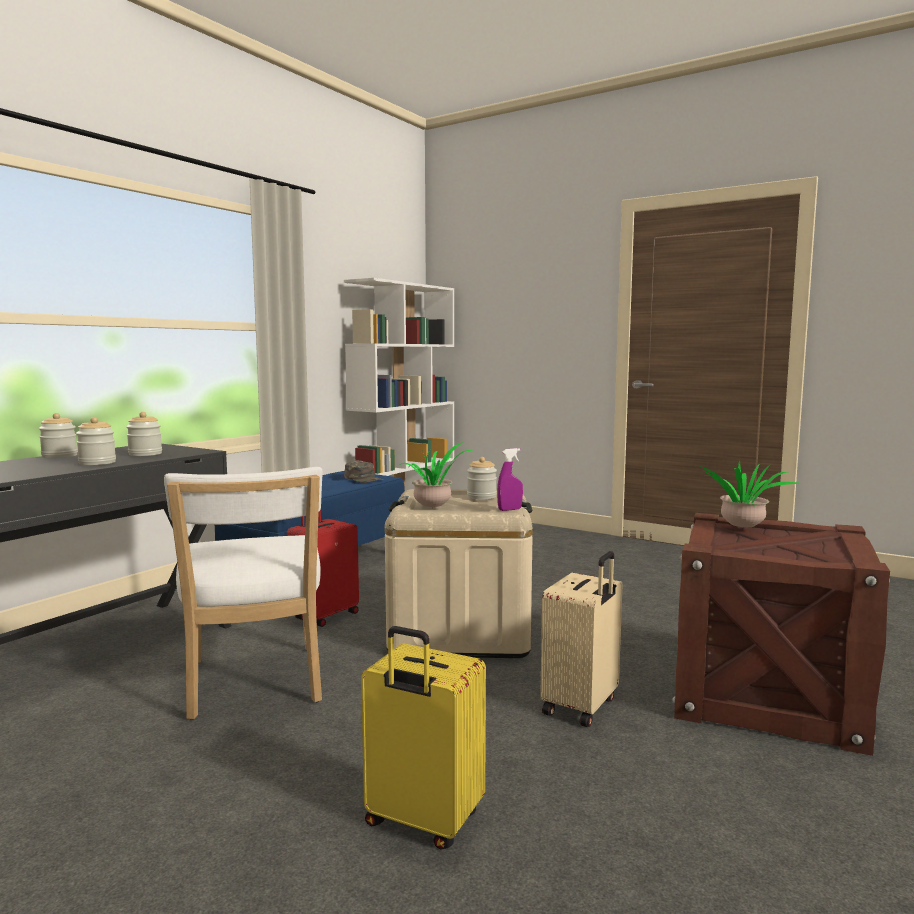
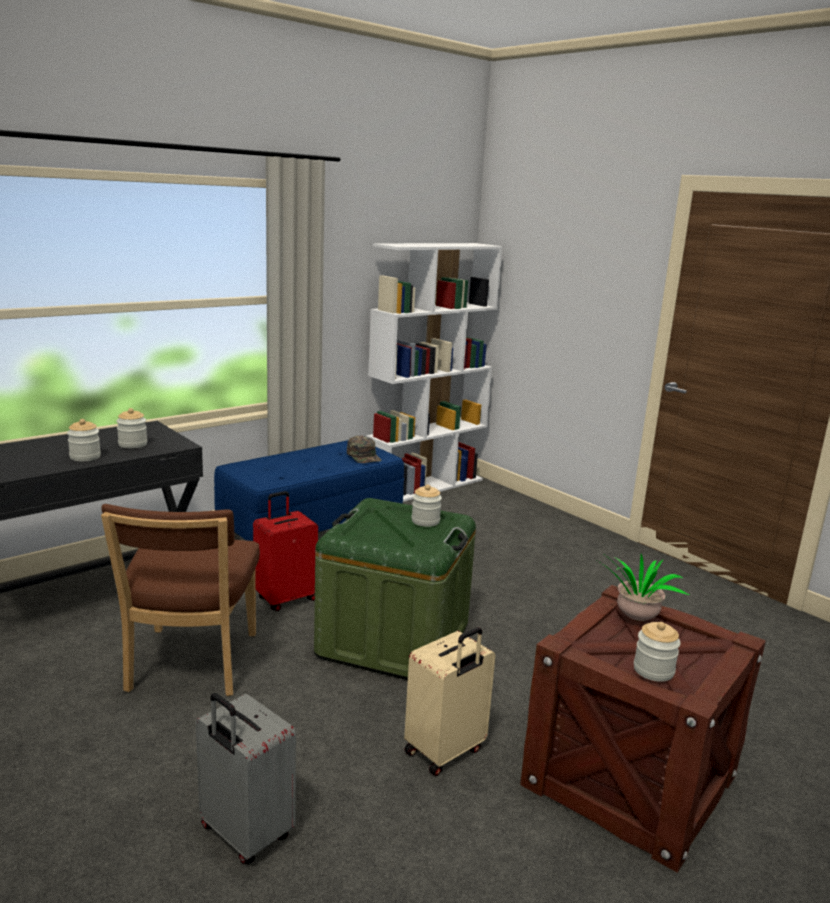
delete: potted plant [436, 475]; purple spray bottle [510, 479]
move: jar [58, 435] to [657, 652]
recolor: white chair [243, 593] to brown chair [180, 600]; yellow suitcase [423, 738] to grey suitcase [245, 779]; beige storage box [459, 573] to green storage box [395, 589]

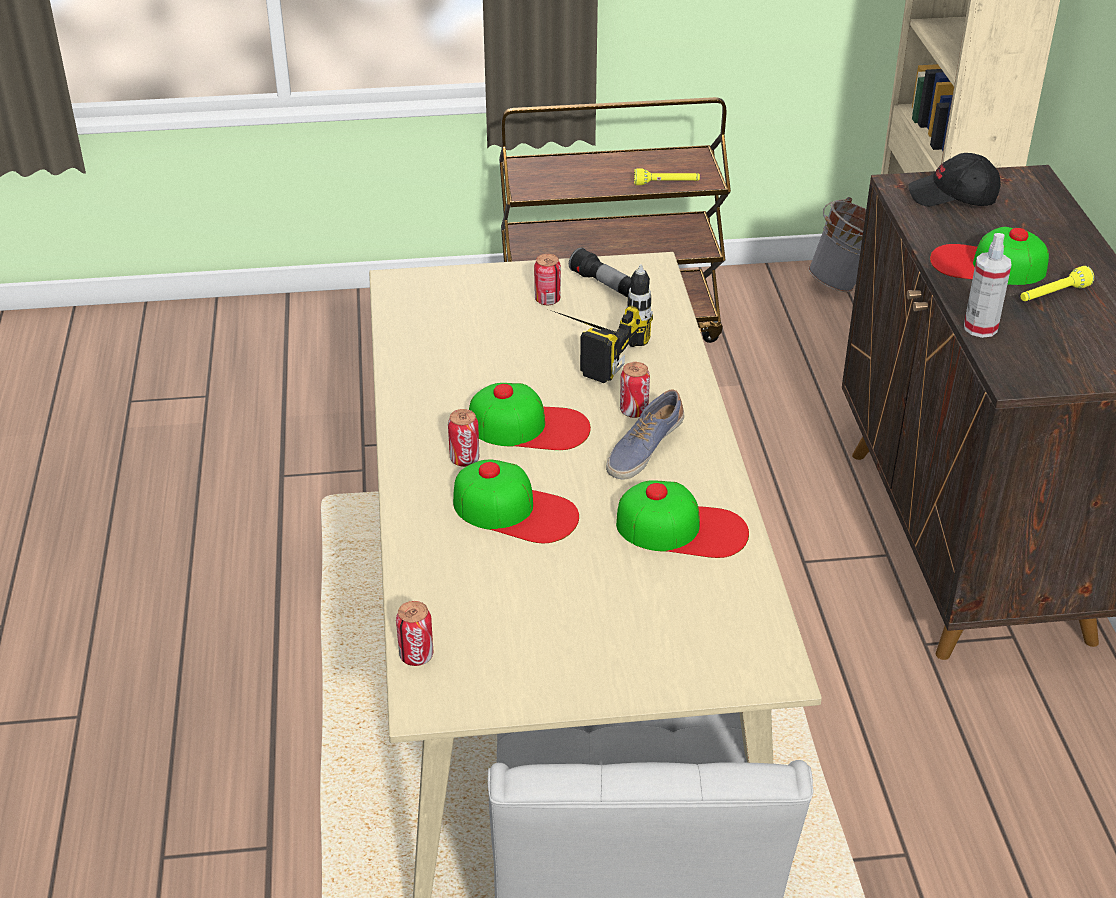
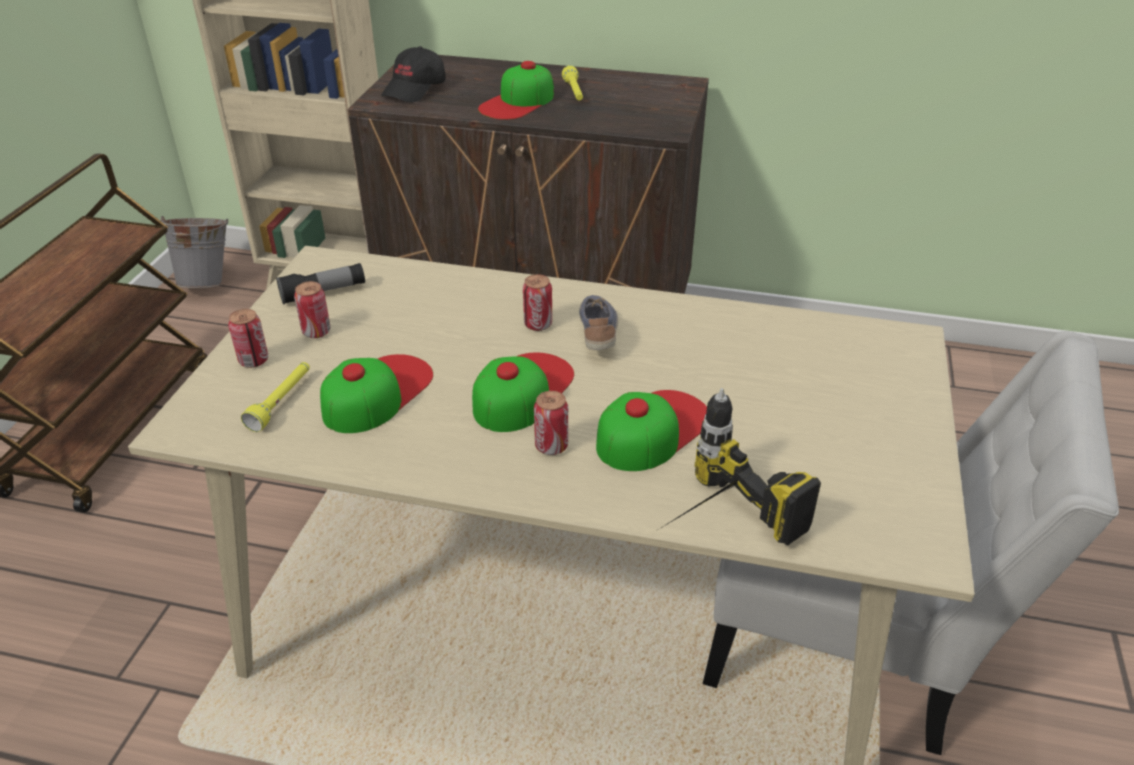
delete: spray bottle [988, 285]
move: can [414, 633] to [248, 338]; power drill [603, 323] to [741, 466]; cap [682, 519] to [376, 393]; yellow flashlight [667, 176] to [275, 397]
rotate: shoe [645, 434] = [598, 322] 150 degrees counterclockwise

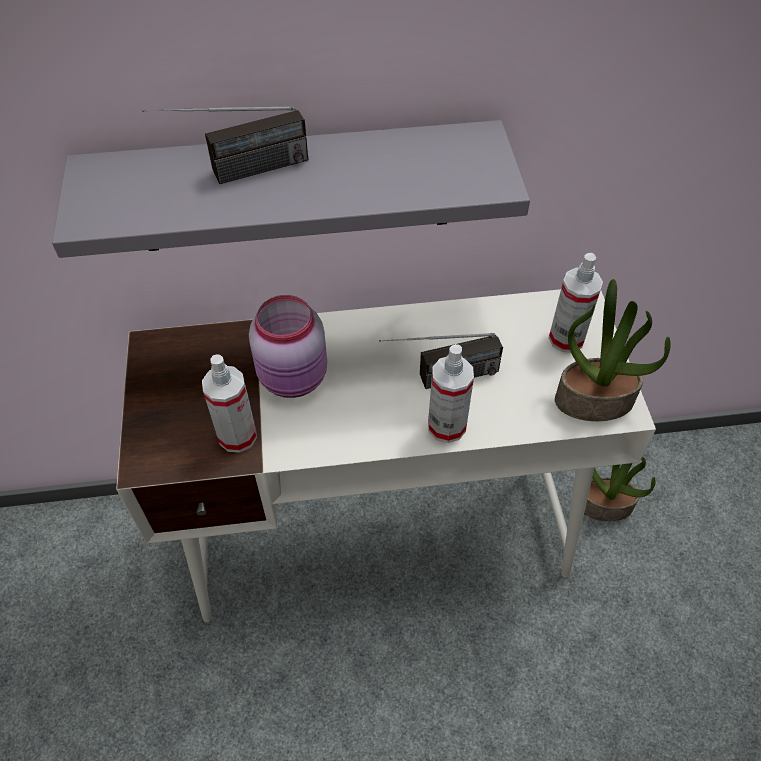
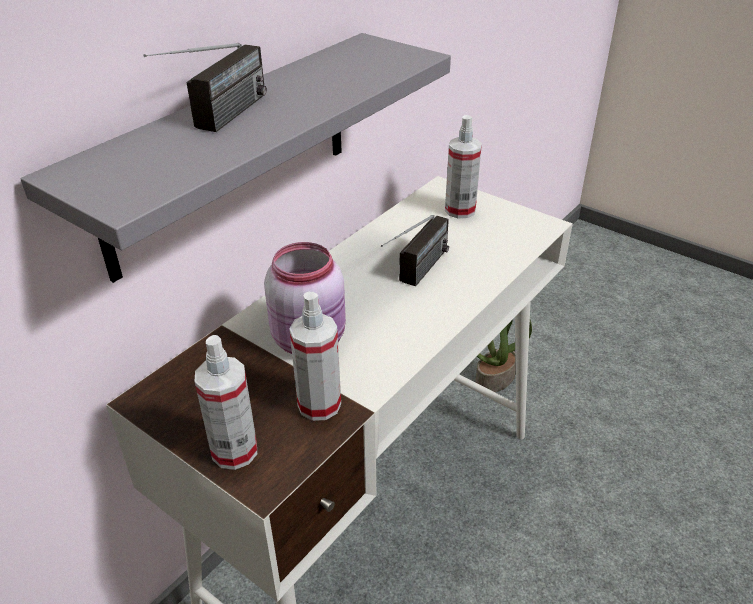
delete: potted plant [613, 350]
move: spray bottle [451, 393] to [226, 402]

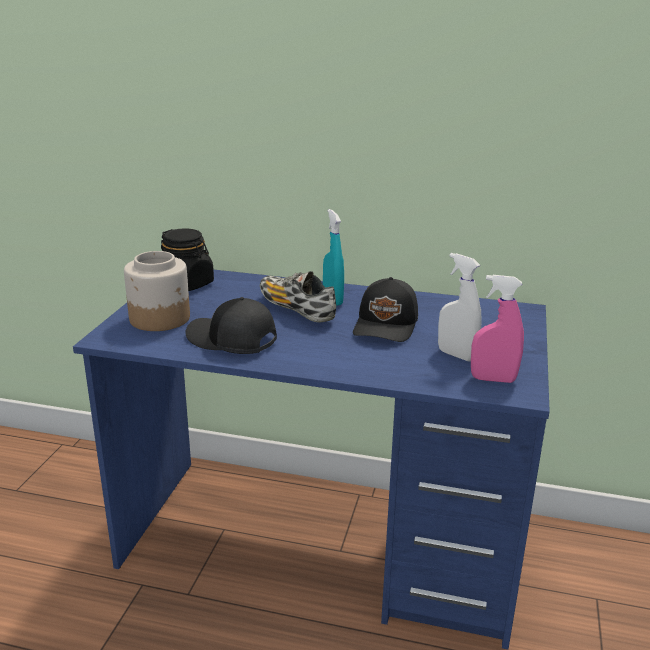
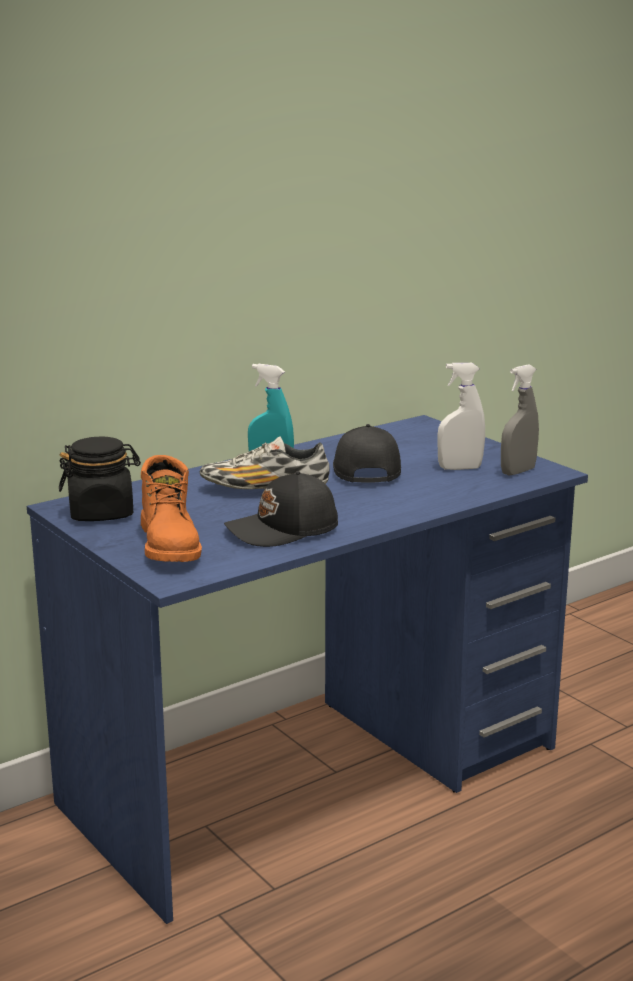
replace: jar [157, 291] to orange boot [171, 508]
recolor: pink spray bottle [497, 329] to grey spray bottle [520, 419]
rotate: black cap [385, 309] = [367, 453] 150 degrees counterclockwise

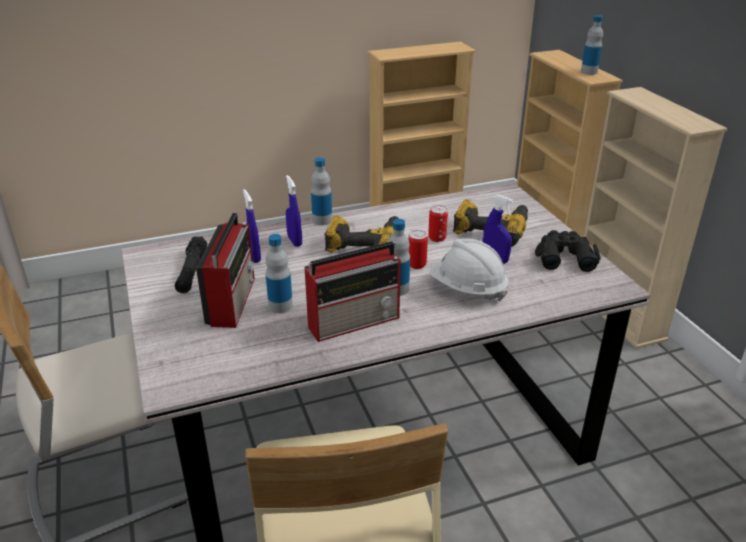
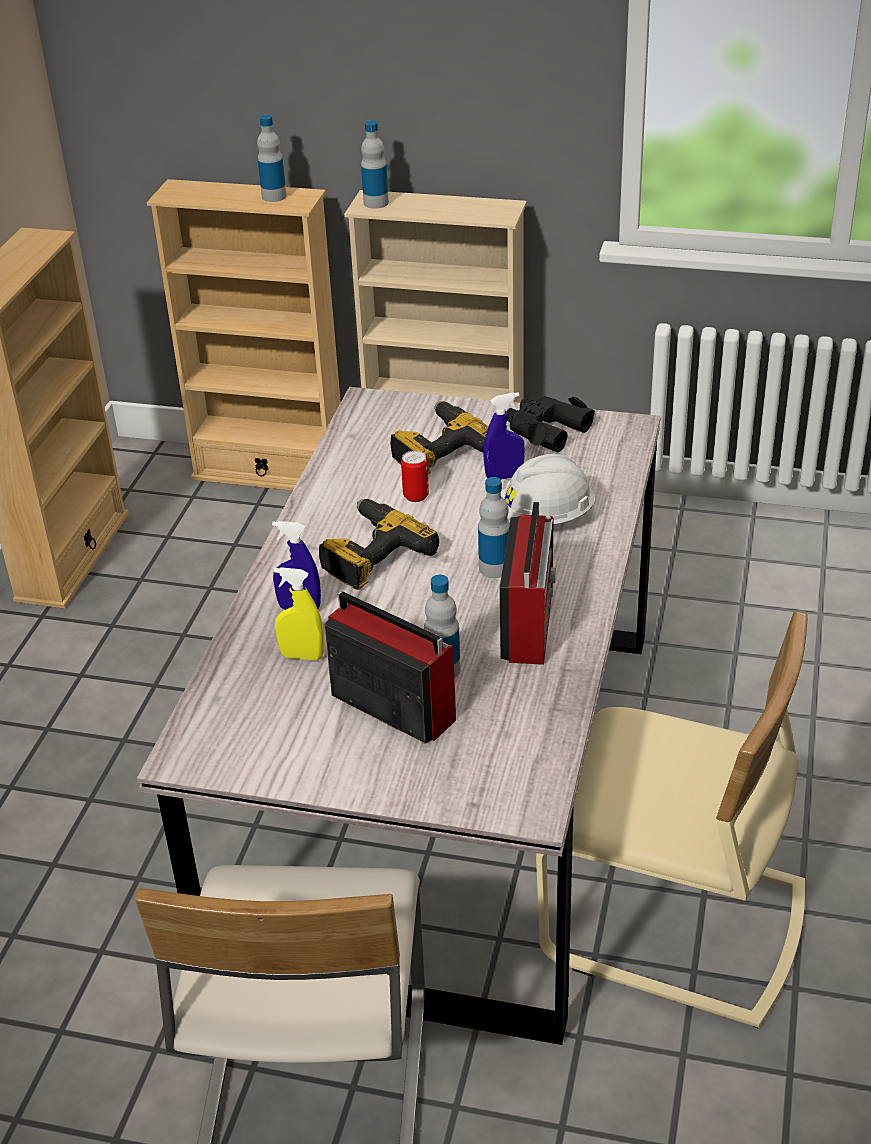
delete: black flashlight [191, 265]; can [418, 249]
move: bottle [321, 191] to [375, 164]
recolor: blue spray bottle [252, 226] to yellow spray bottle [299, 613]

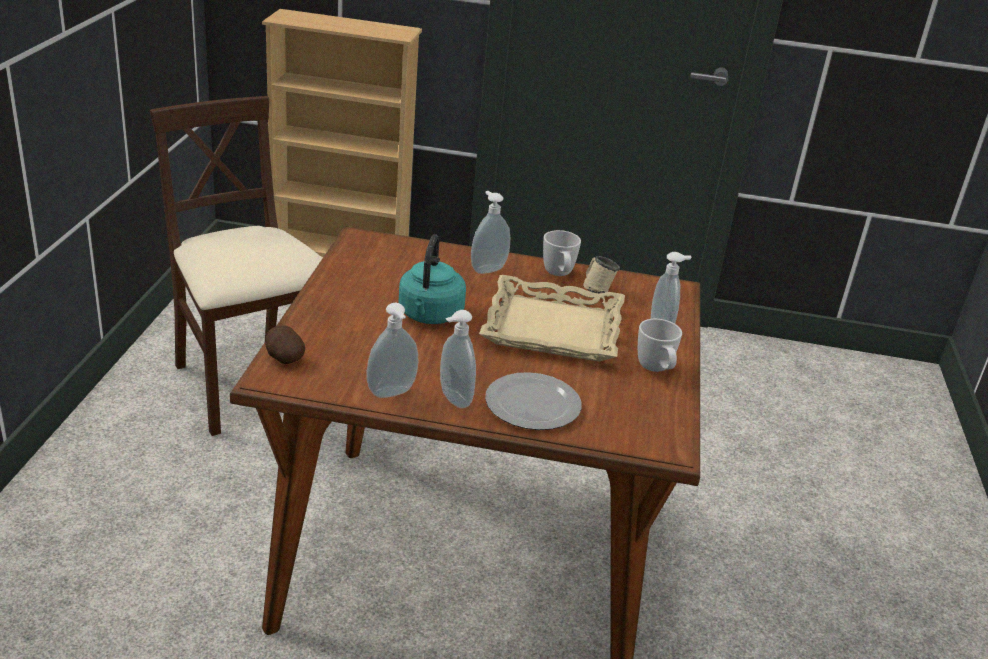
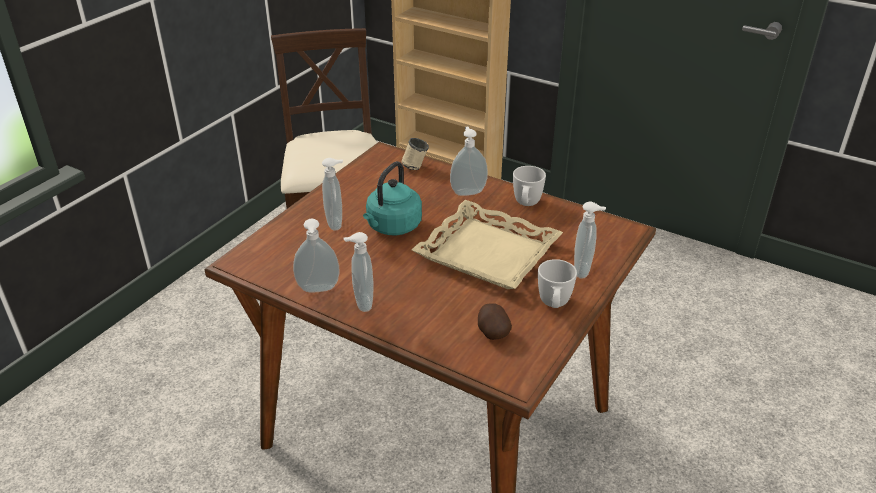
delete: plate [533, 401]
insert: soap dispenser [332, 194]
move: potato [285, 344] to [495, 321]; beige mug [601, 274] to [415, 154]

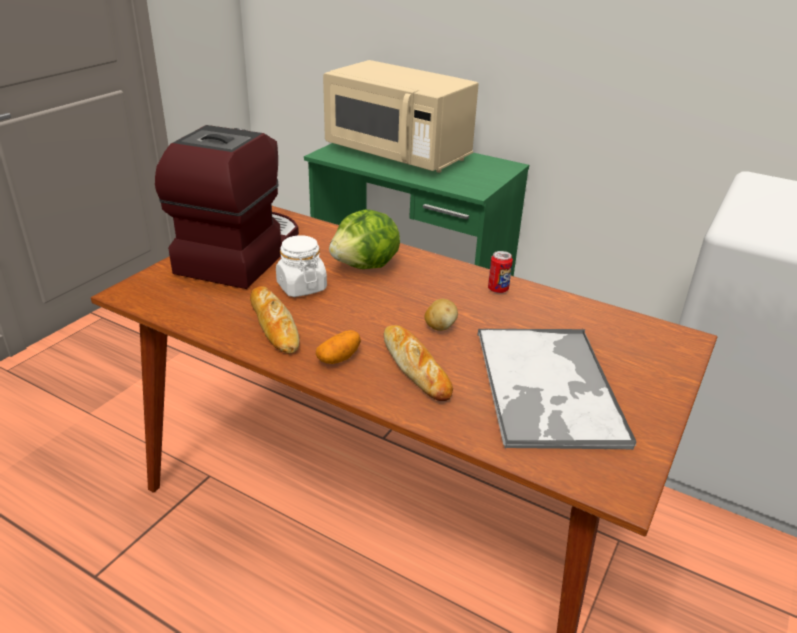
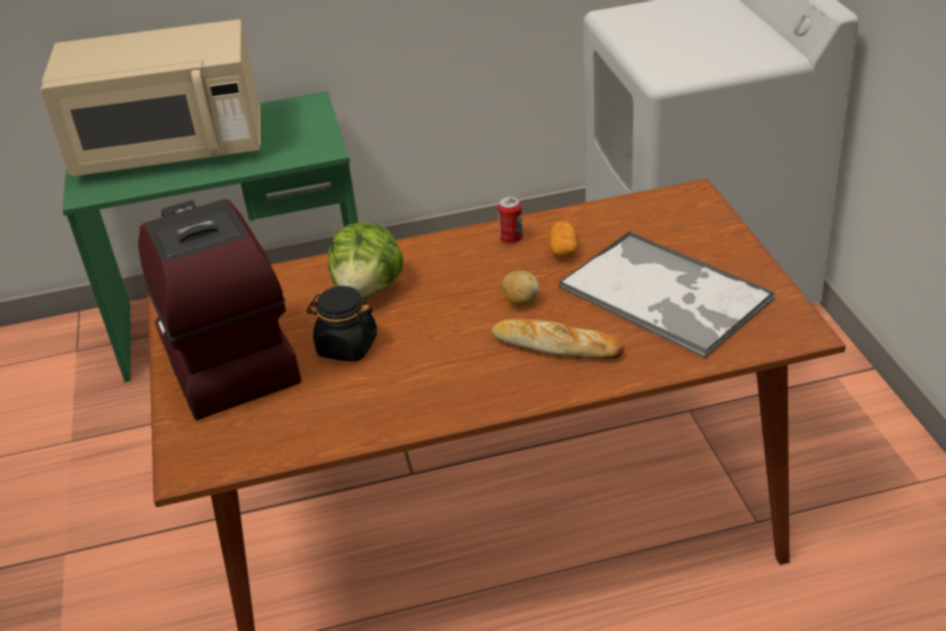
delete: bread [275, 320]
move: potato [338, 347] to [563, 239]
recolor: white jar [301, 266] to black jar [342, 324]

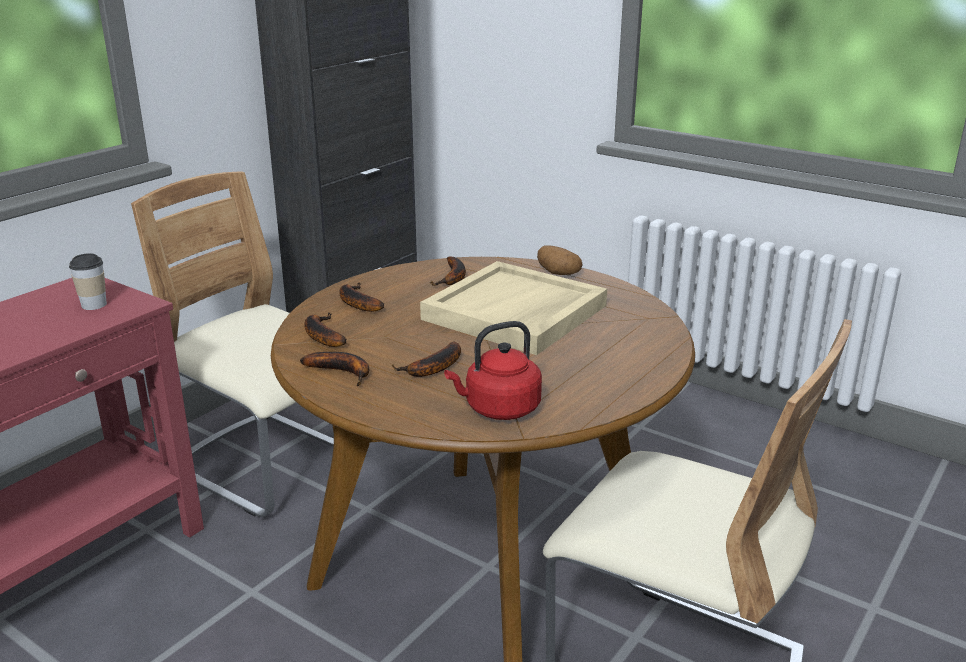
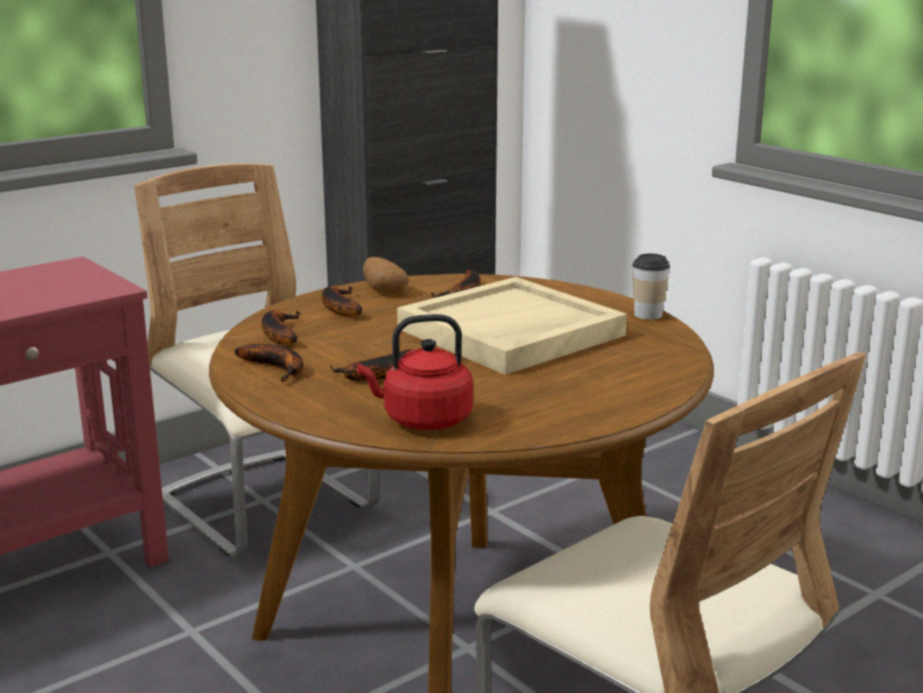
move: cup [88, 281] to [651, 287]; potato [560, 260] to [386, 275]

